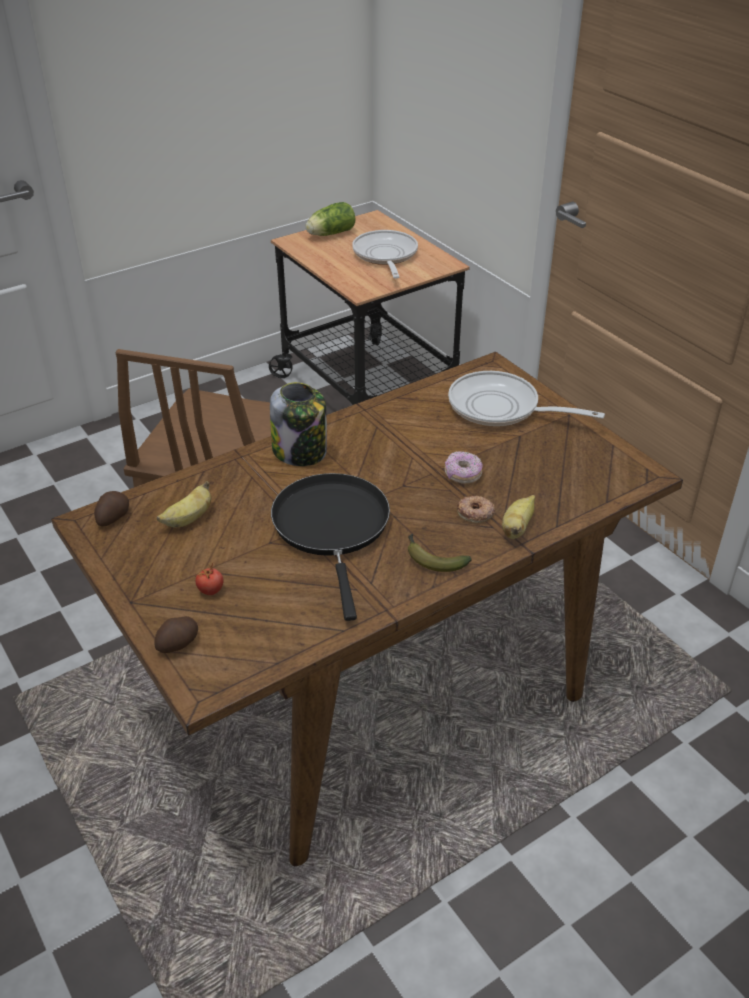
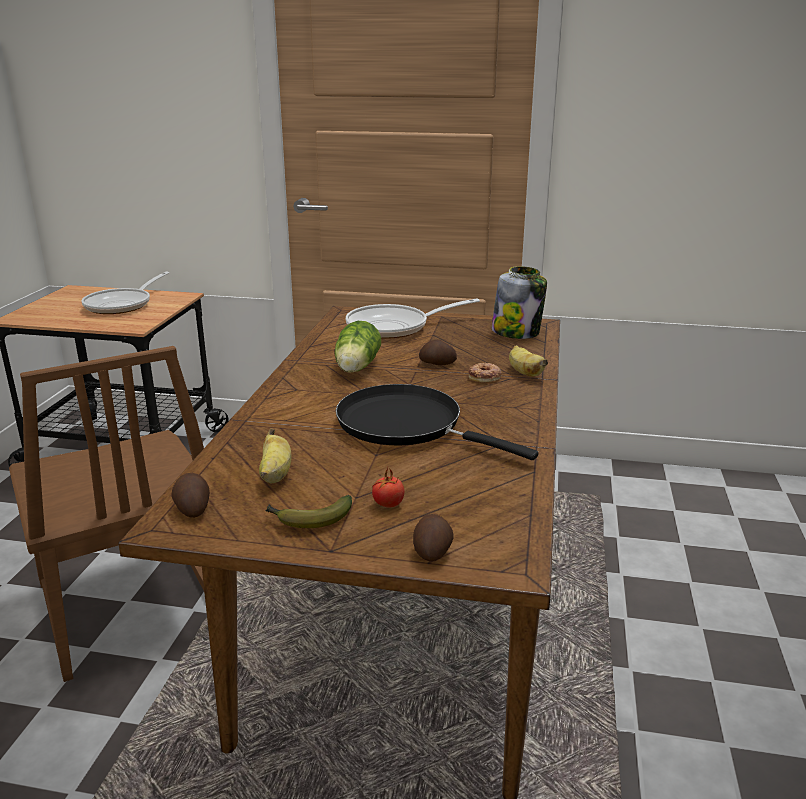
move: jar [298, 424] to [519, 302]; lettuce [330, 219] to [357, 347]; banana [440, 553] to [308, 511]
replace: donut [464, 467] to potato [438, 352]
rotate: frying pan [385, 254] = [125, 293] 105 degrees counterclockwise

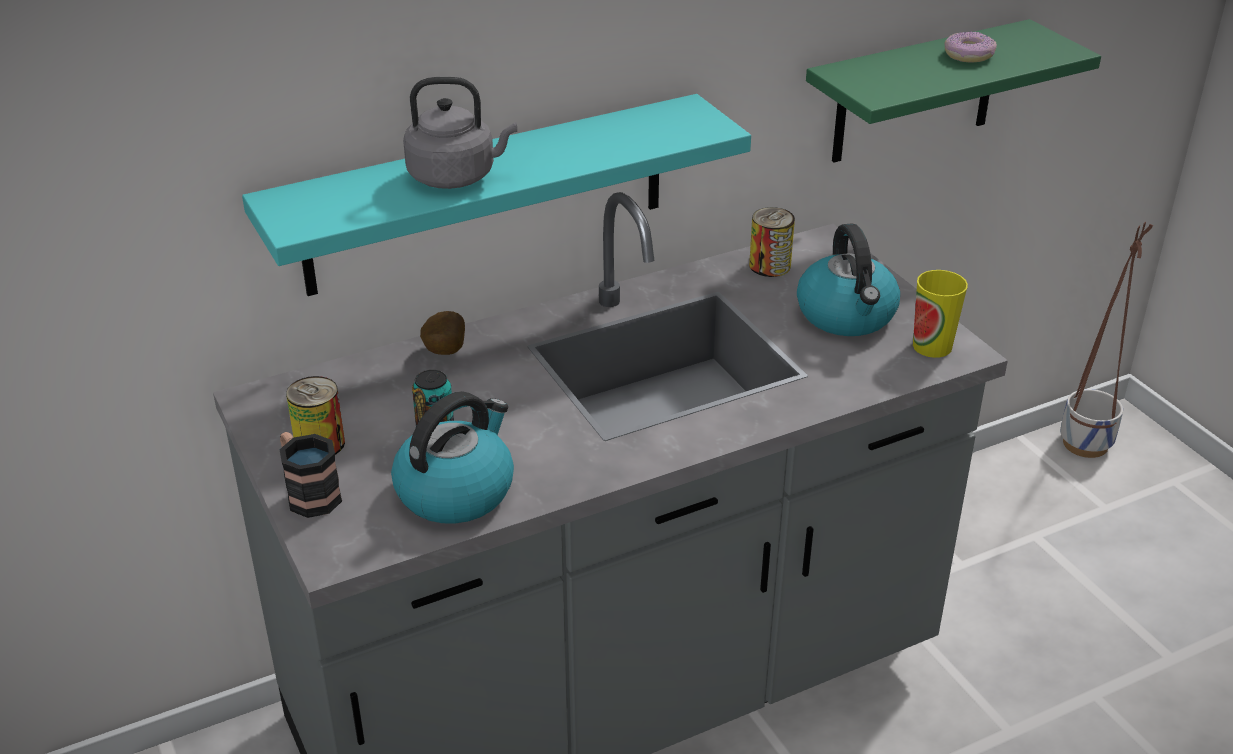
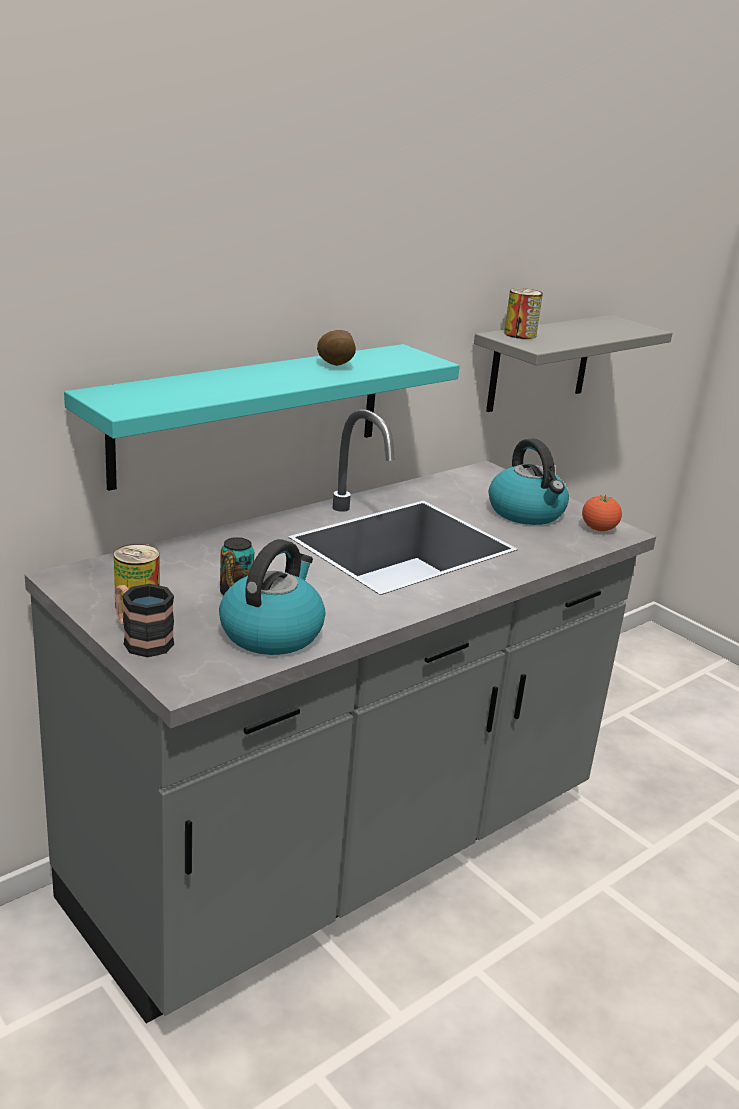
delete: grey kettle [460, 133]; donut [970, 47]; planter [1106, 340]
move: potato [442, 333] to [336, 348]; can [772, 242] to [523, 313]
replace: cup [940, 314] to tomato [602, 513]
recolor: green shelf [953, 90] to grey shelf [573, 363]

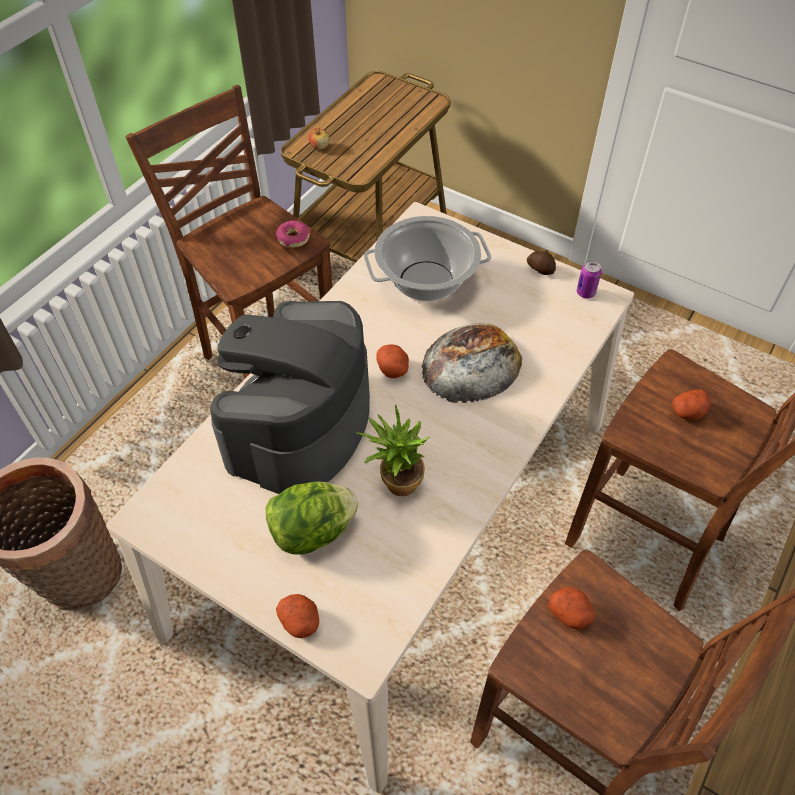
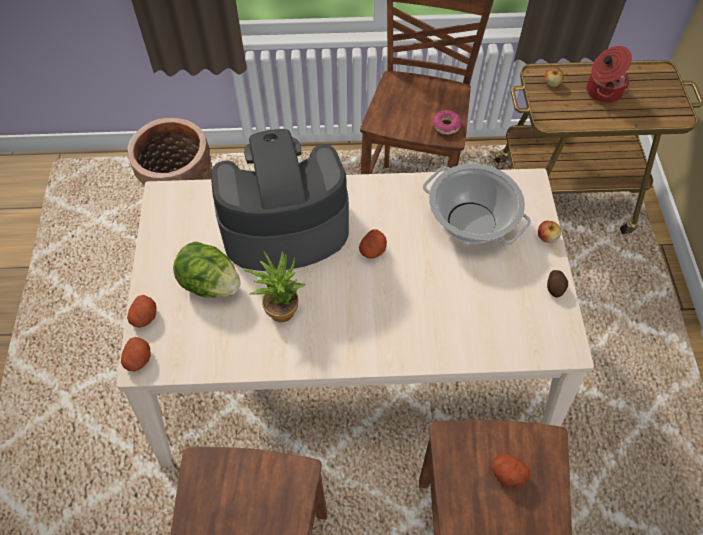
delete: bread [472, 363]; can [589, 279]
insert: apple [549, 232]; cooking pot [609, 74]
move: potato [571, 608] to [136, 354]

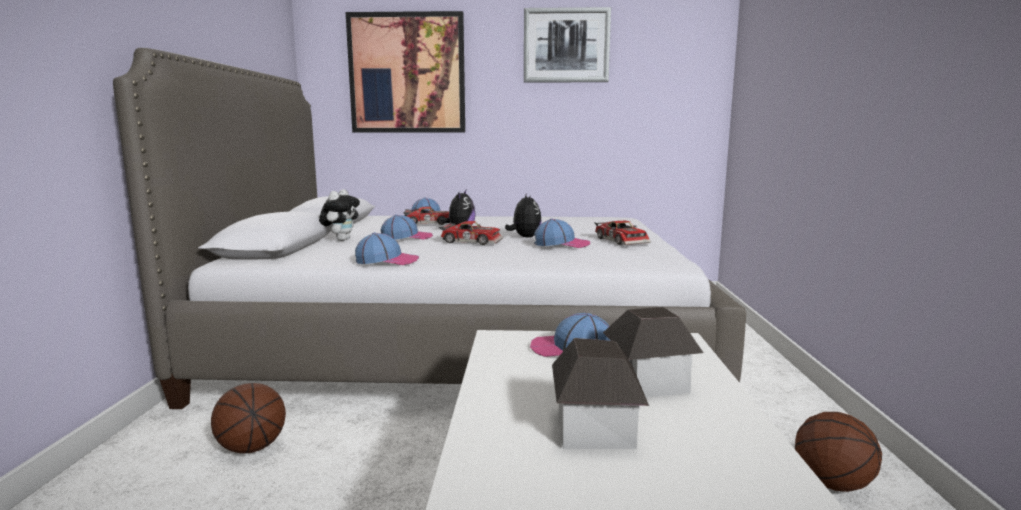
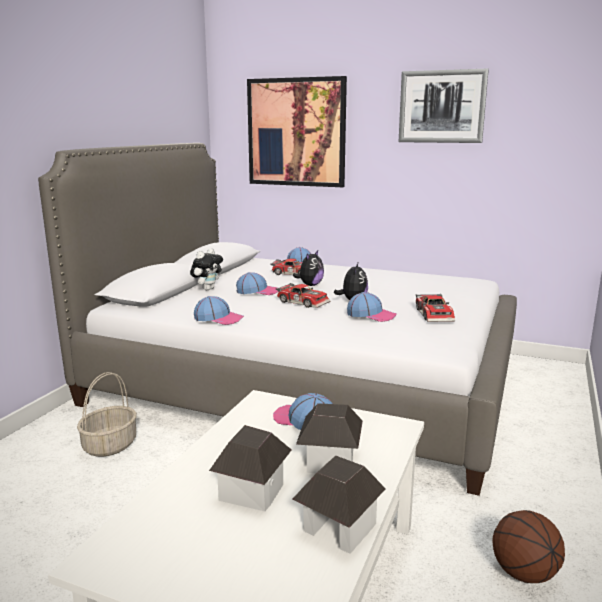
insert: toy house [339, 505]
replace: basketball [248, 418] to basket [107, 414]

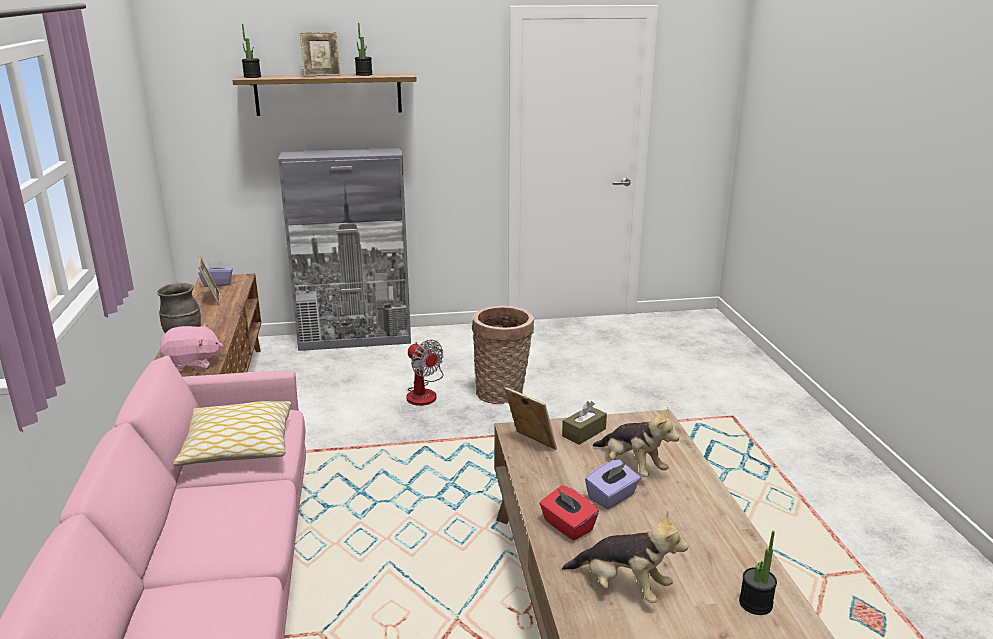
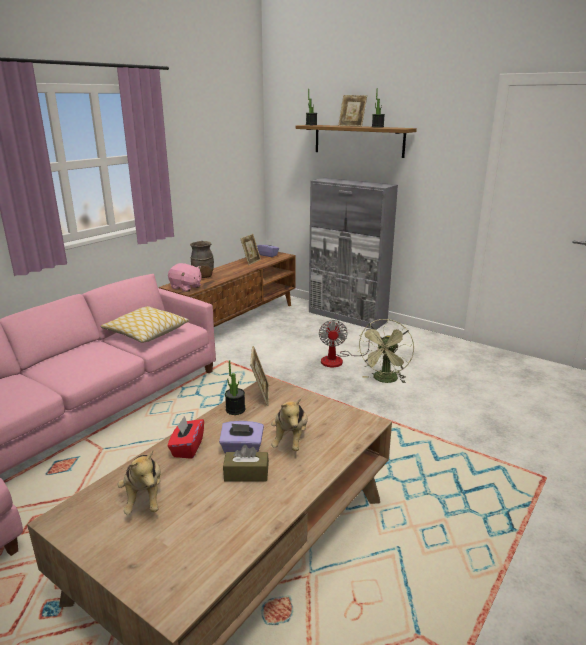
move: brown tissue box [584, 423] to [246, 463]; potted plant [758, 573] to [235, 387]
replace: basket [503, 355] to green fan [385, 351]

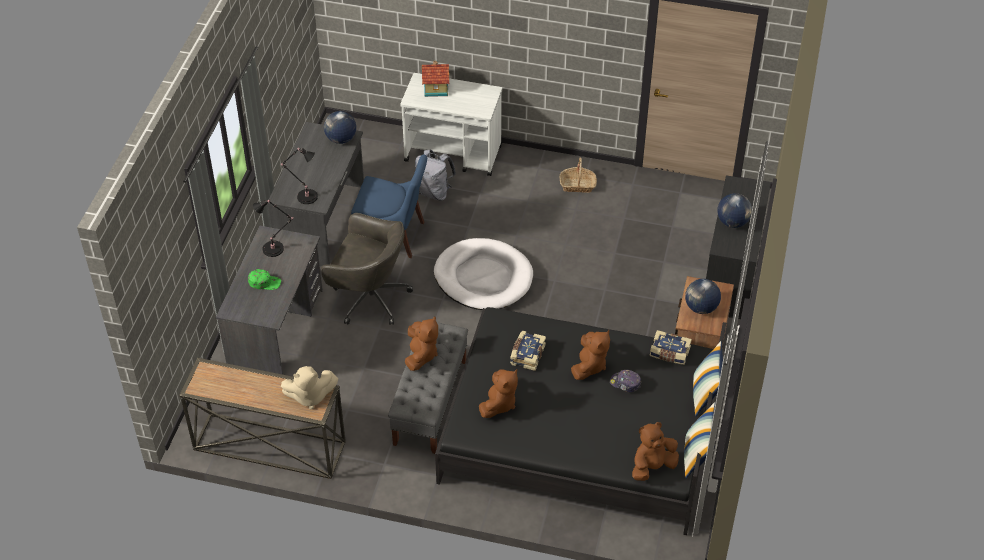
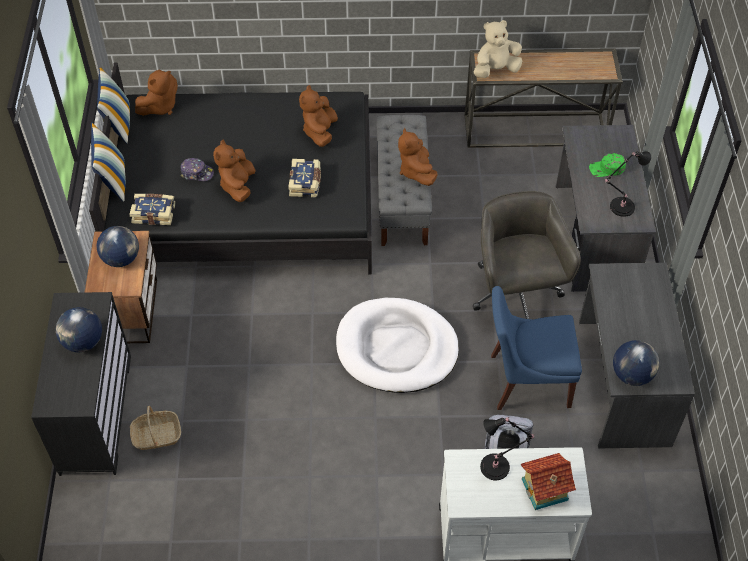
move: black table lamp [299, 176] to [507, 448]; basket [578, 175] to [155, 428]
rotate: grey office chair [367, 269] = [527, 255] 75 degrees clockwise

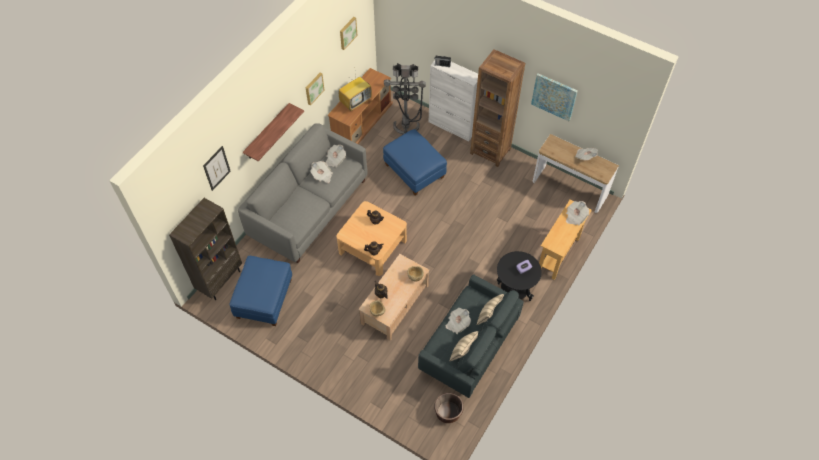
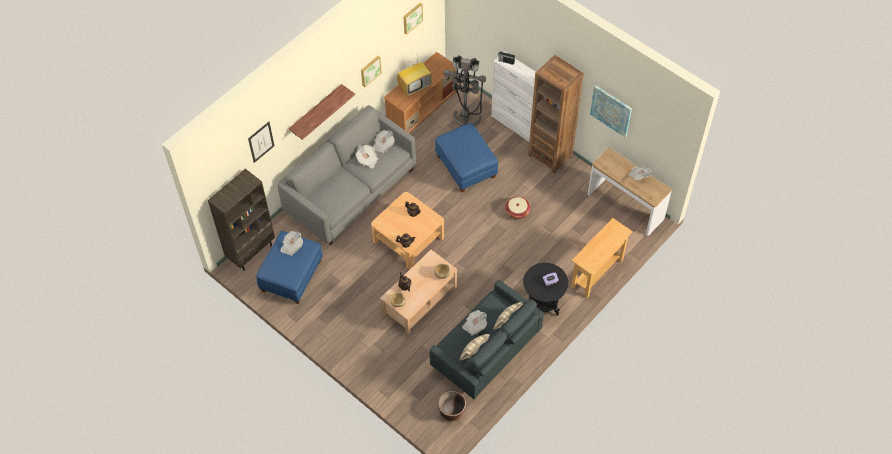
insert: basket [517, 208]
move: newspaper [577, 213] to [292, 243]

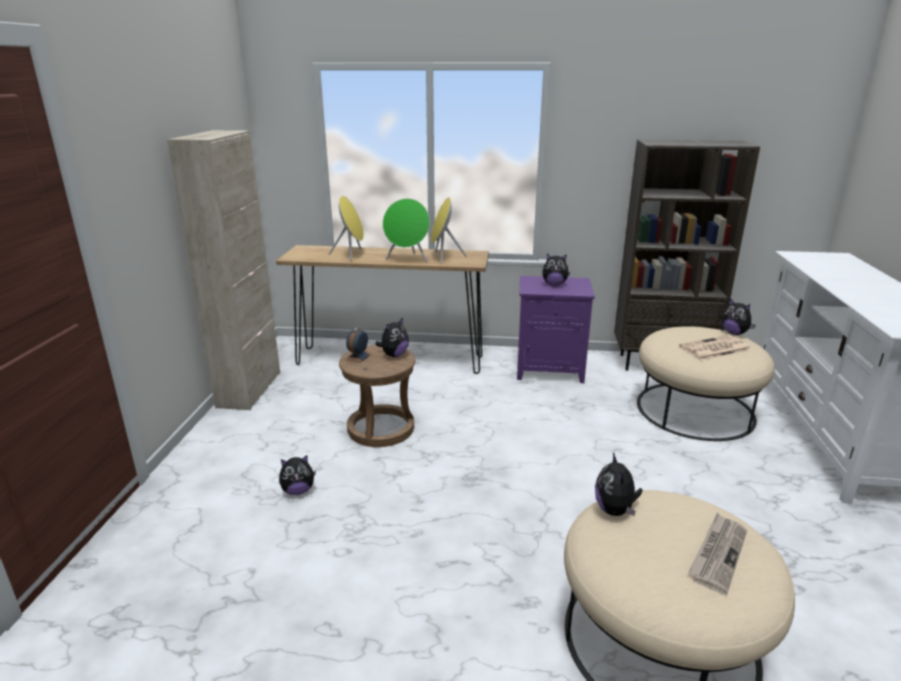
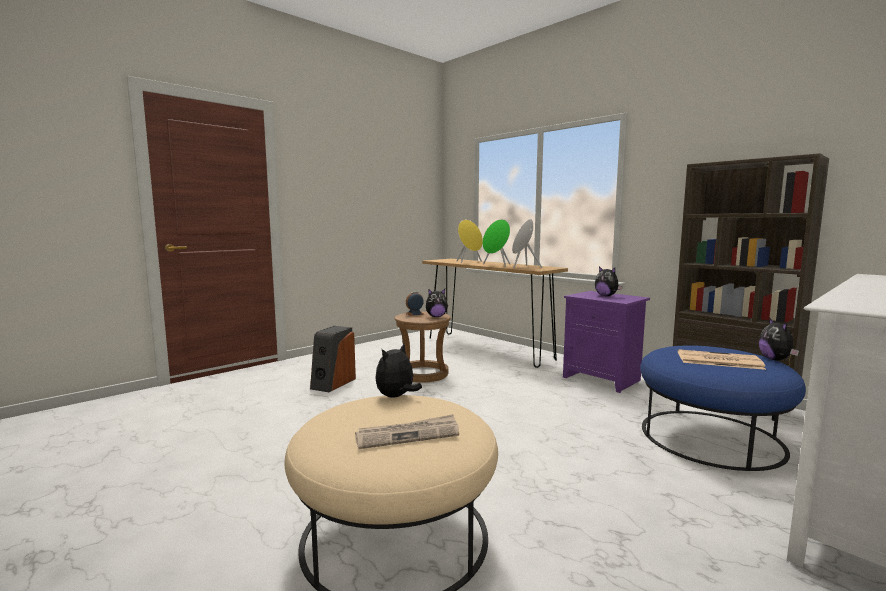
delete: beige cabinet [223, 270]
replace: plush toy [297, 475] to speaker [333, 359]
recolor: beige ottoman [706, 383] to blue ottoman [723, 408]

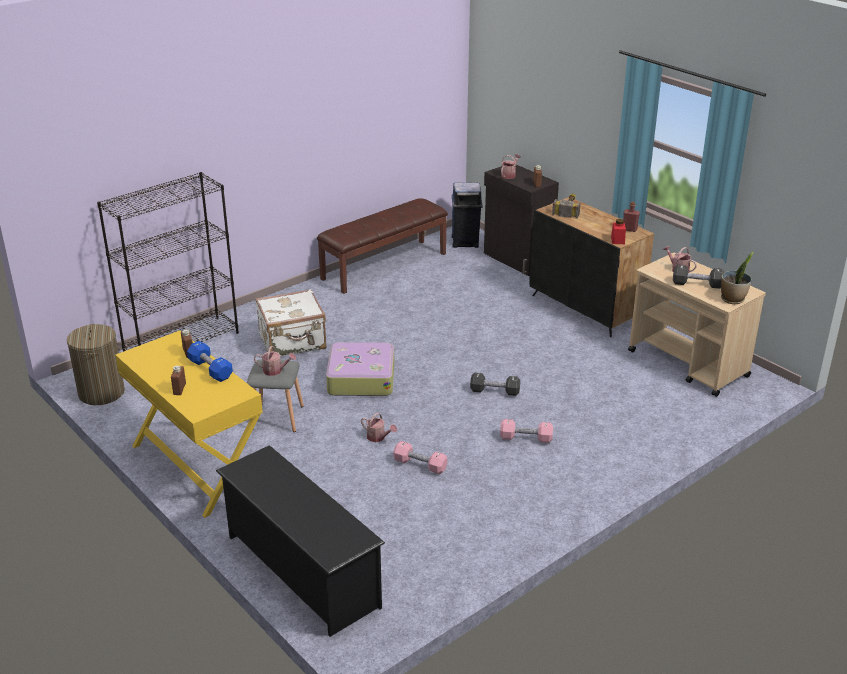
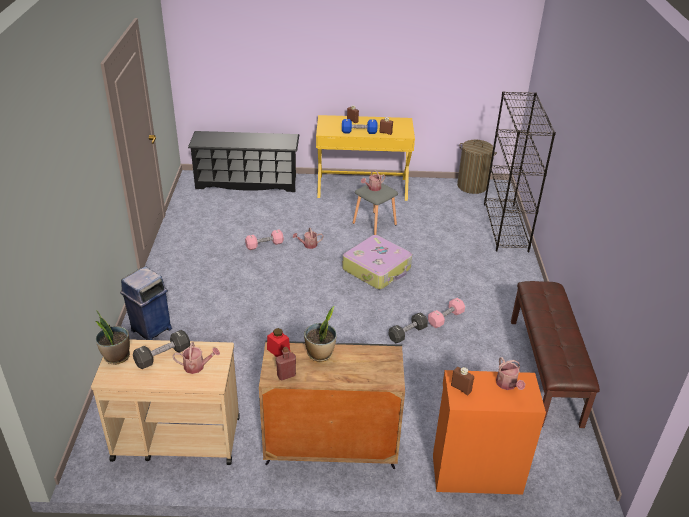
delete: white suitcase [290, 322]; hammer [566, 206]
insert: potted plant [320, 334]
move: blue trash can [467, 215] to [146, 303]; black dumbbell [495, 384] to [408, 327]; pink dumbbell [526, 431] to [446, 313]
recolor: black cabinet [521, 220] to orange cabinet [489, 432]

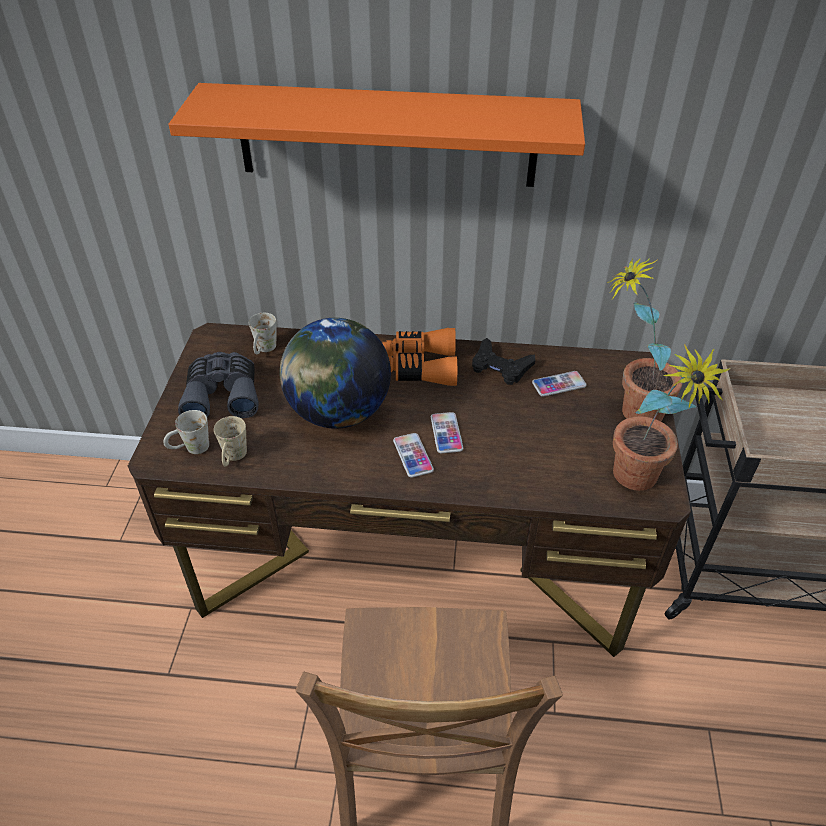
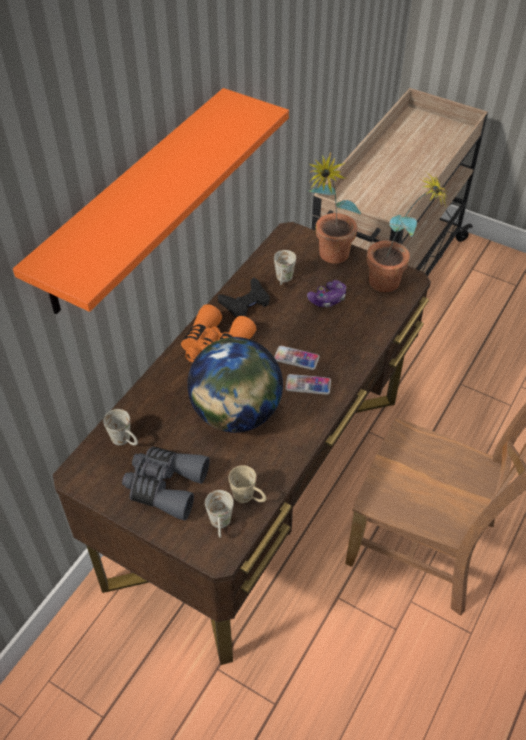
insert: game controller [326, 294]
replace: phone [559, 384] to white mug [285, 267]

